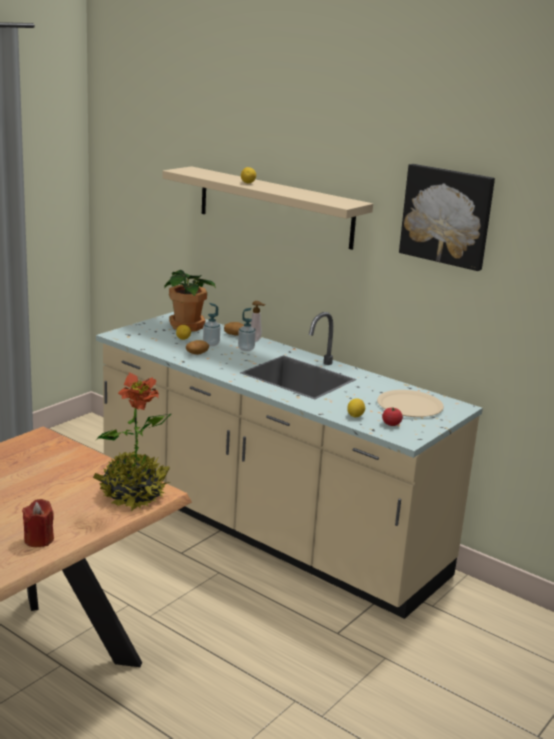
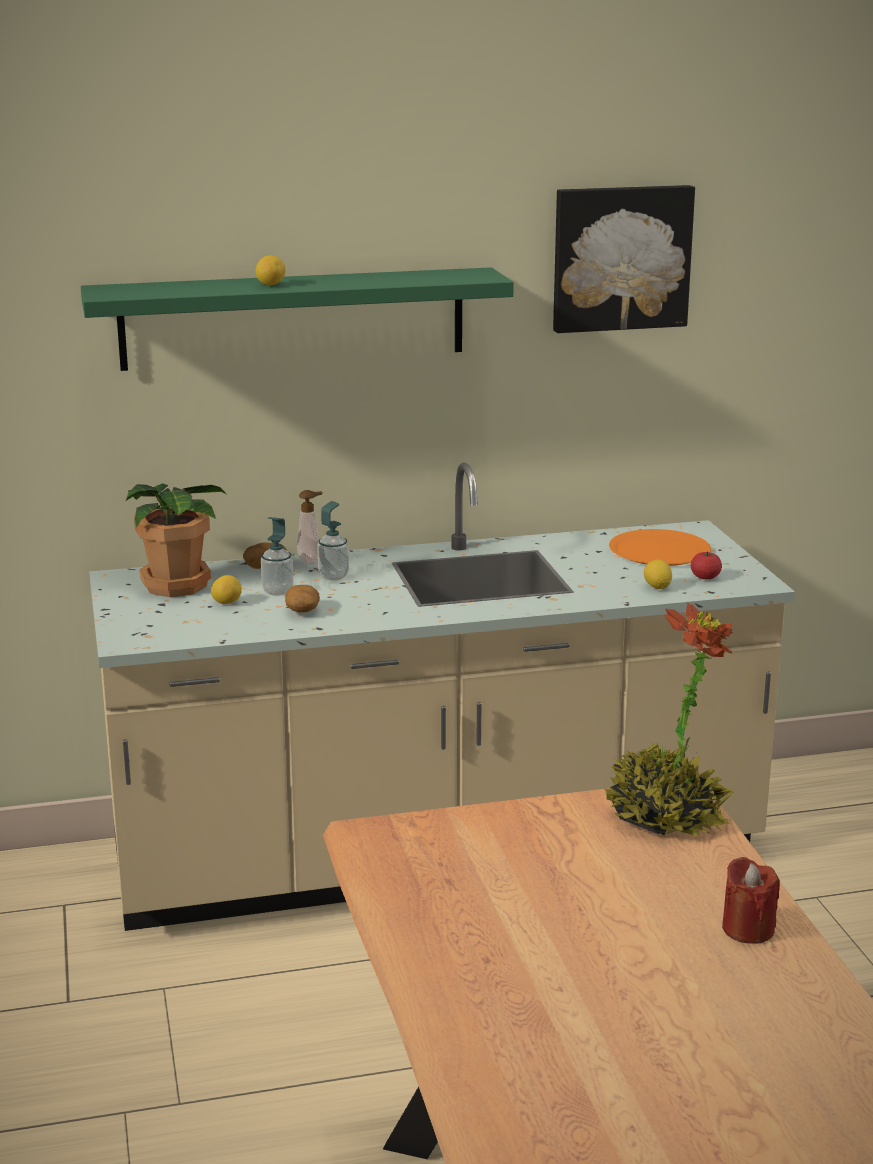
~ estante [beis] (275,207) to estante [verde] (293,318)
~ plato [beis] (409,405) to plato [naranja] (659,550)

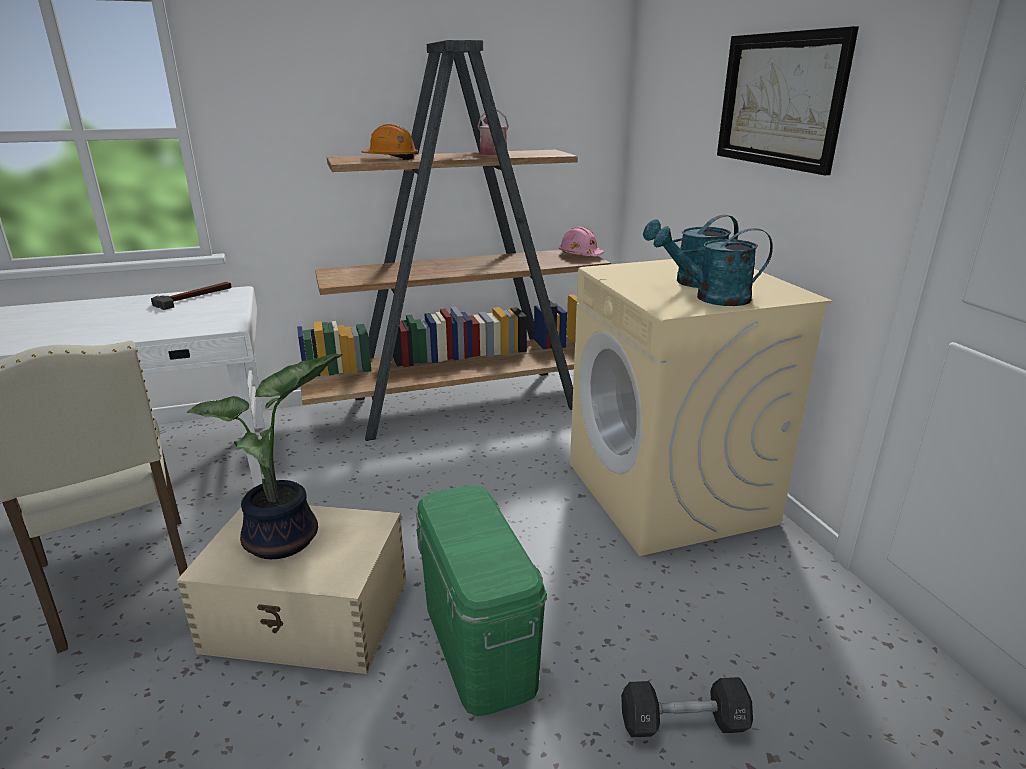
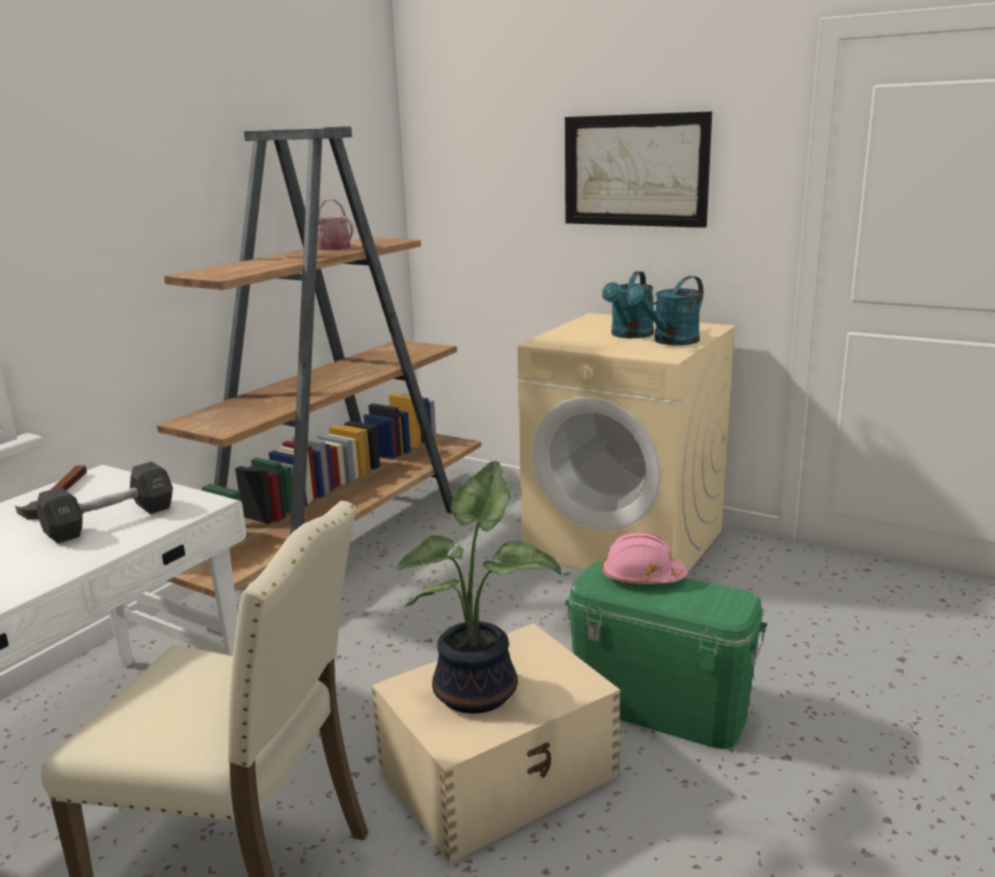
- casco [naranja] (391,158)
~ casco [rosa] (580,255) to (641,577)
~ mancuerna [negro] (683,723) to (111,521)

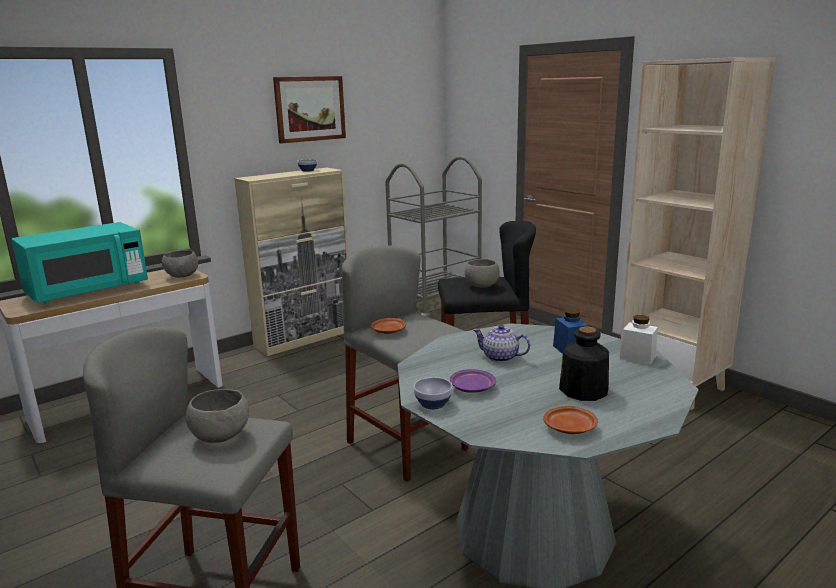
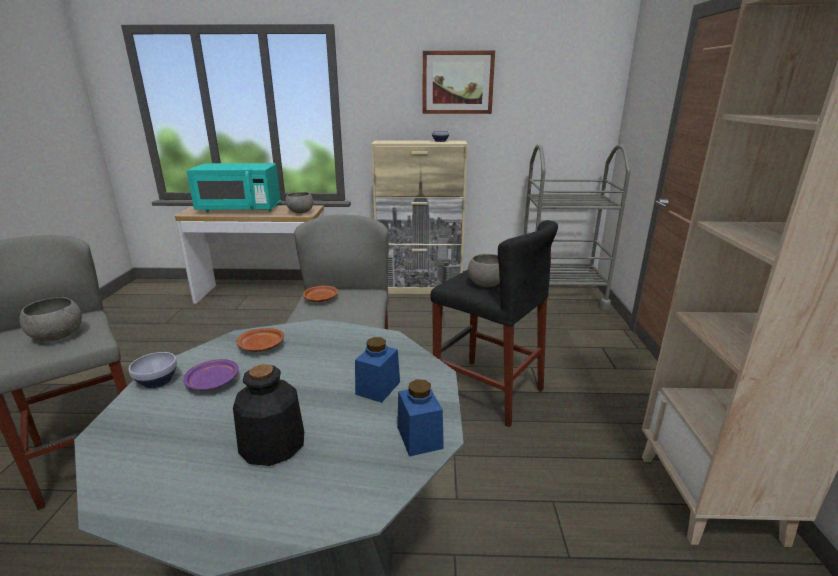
~ tarro [blanco] (637,357) to tarro [azul] (419,437)
- tetera (500,357)
~ plato [marrón] (570,428) to (262,347)

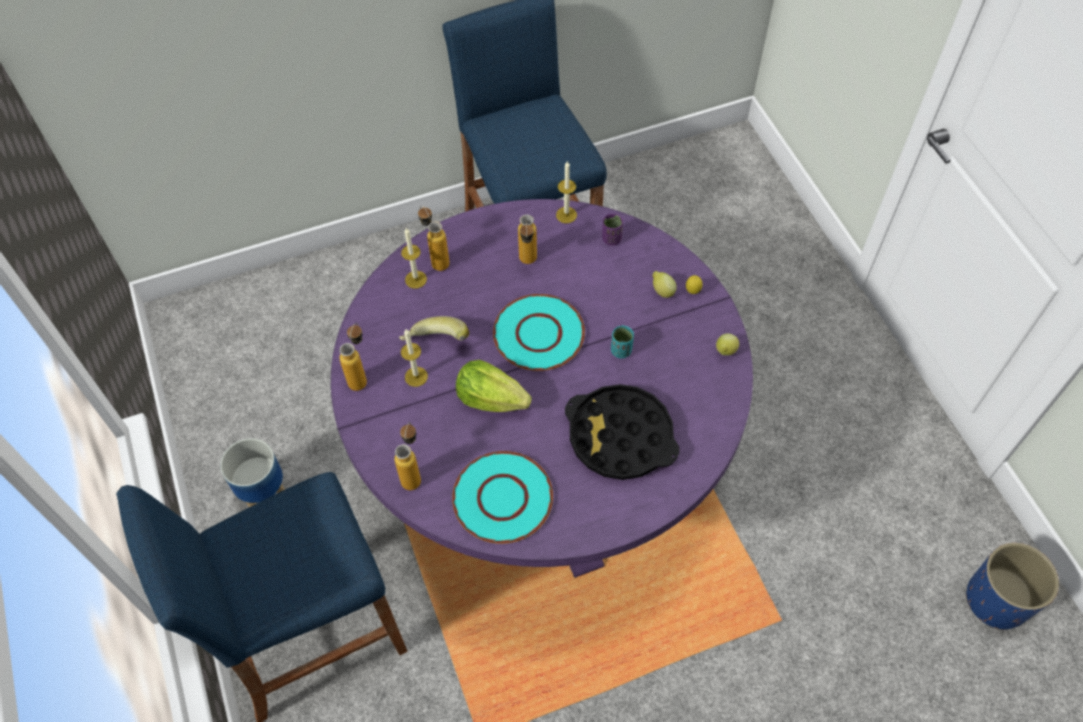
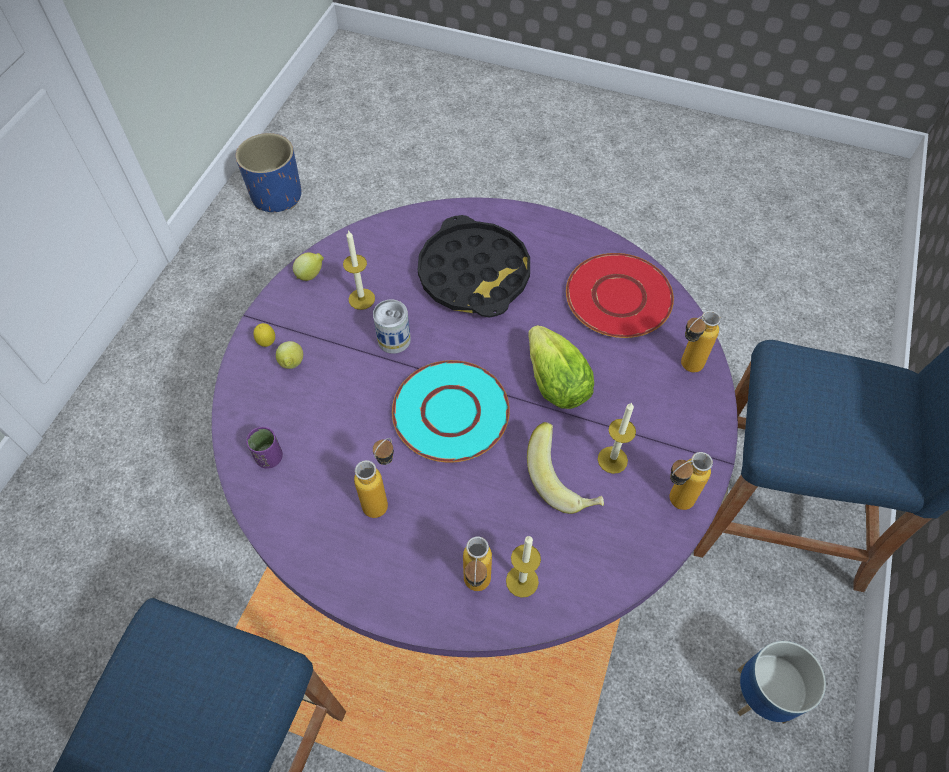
~ vela (566,215) to (361,299)
~ taza [turquesa] (621,351) to lata (394,339)
~ plato [turquesa] (502,498) to plato [rojo] (619,297)

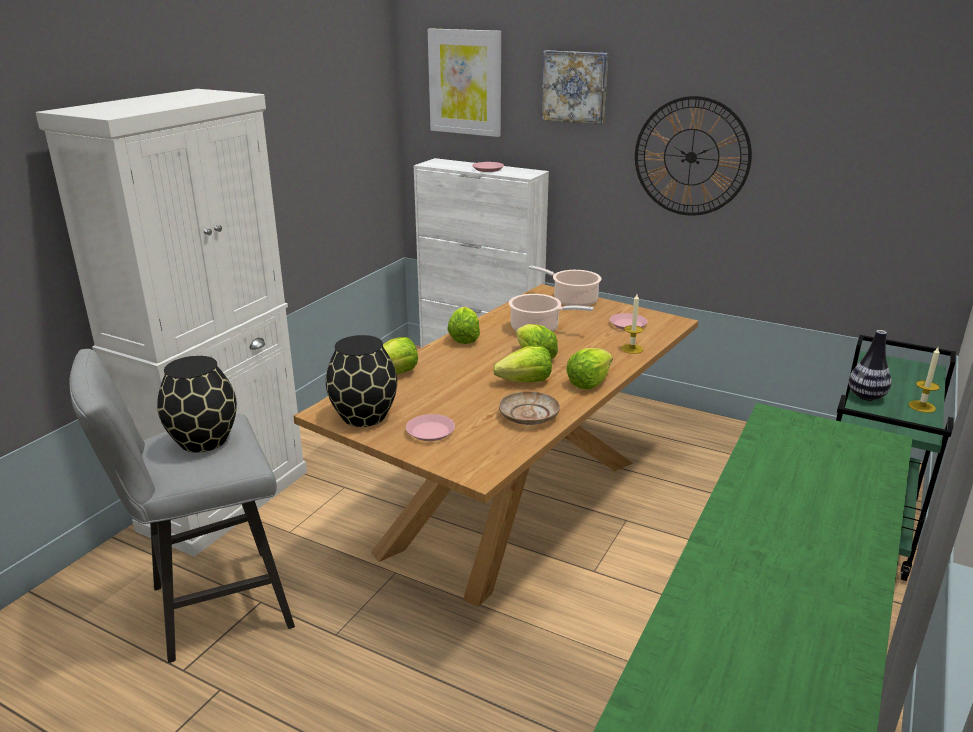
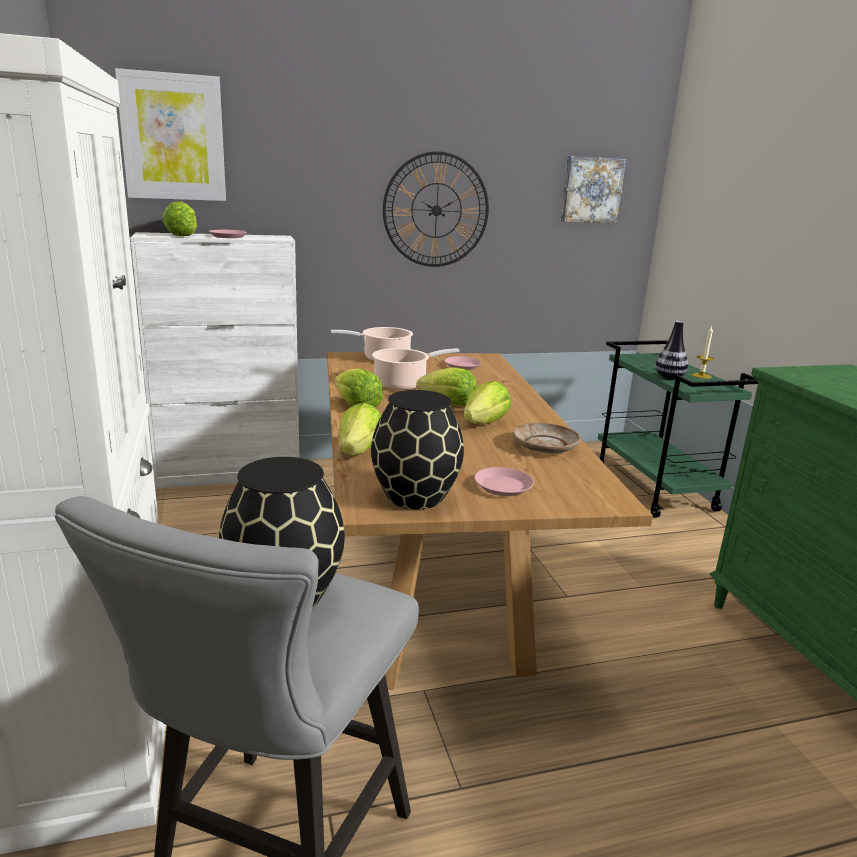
~ cuadro (575,86) to (591,190)
- vela (632,349)
~ lechuga (589,383) to (183,235)

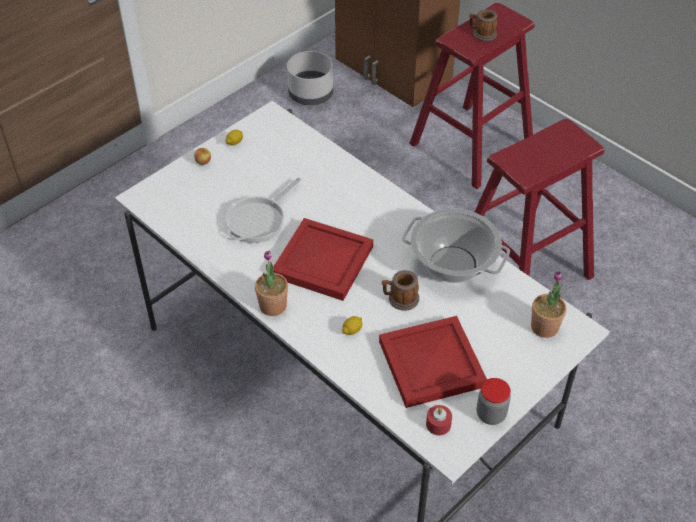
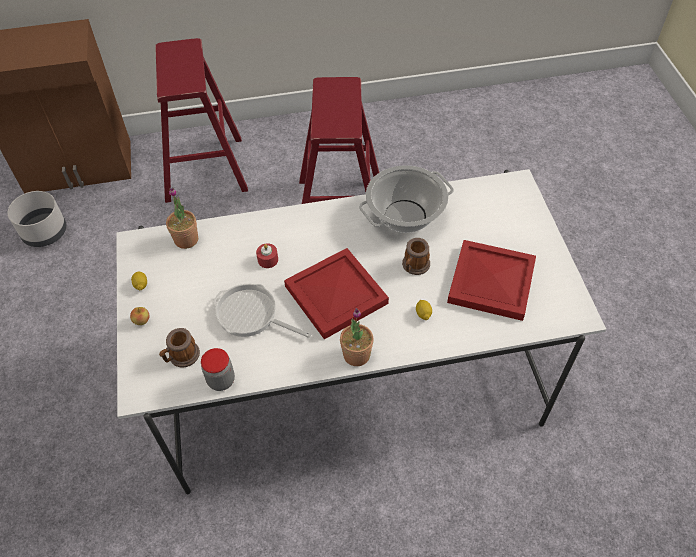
~ taza grande (482,34) to (181,357)
~ sartén (259,220) = (251,315) 135 degrees clockwise
~ planta en maceta (544,327) to (186,239)
~ tarro (491,414) to (221,380)
~ vela [rojo] (438,424) to (268,260)

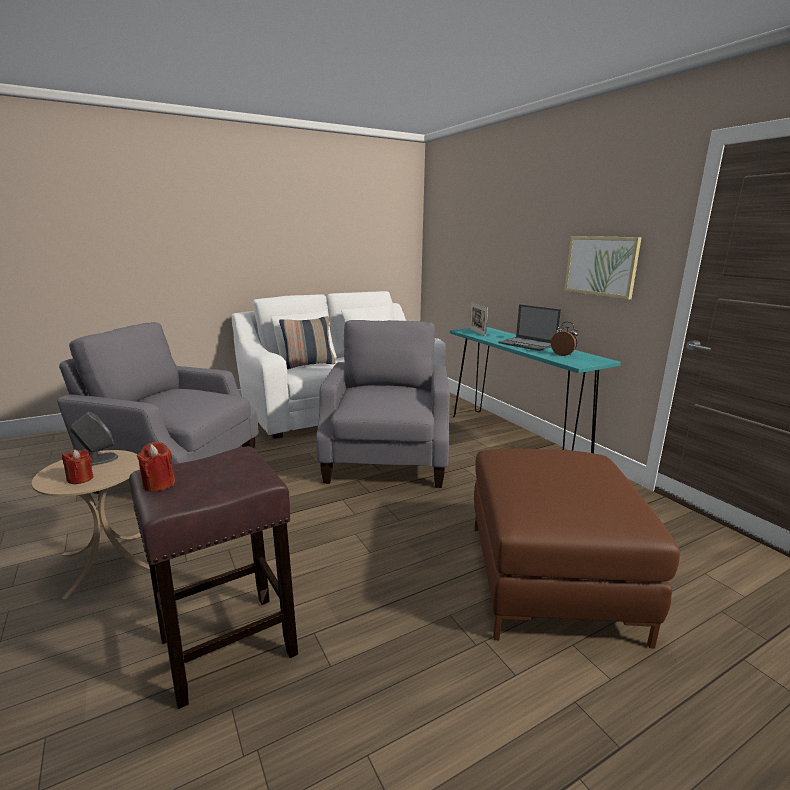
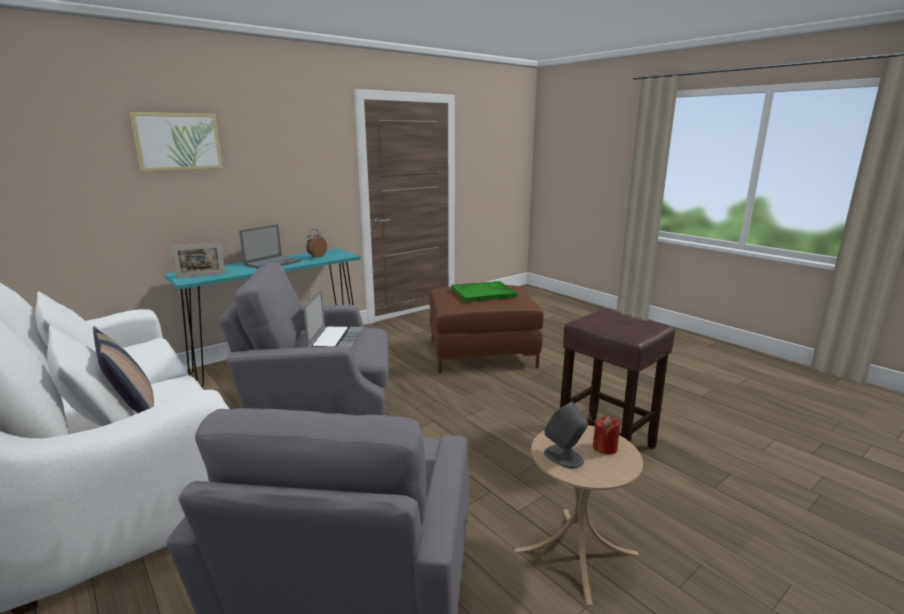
~ cuadro (601,266) to (178,141)
- vela [rojo] (159,484)
+ bandeja [verde] (483,293)
+ portátil (335,339)

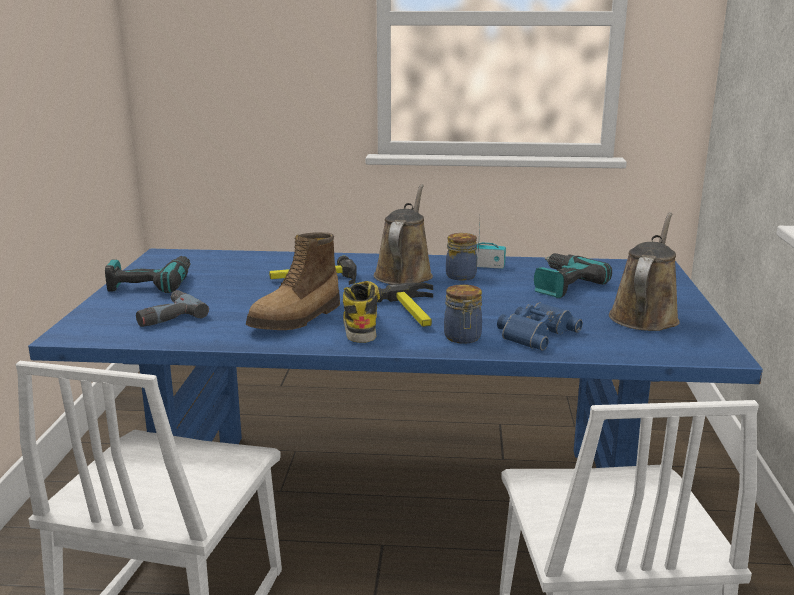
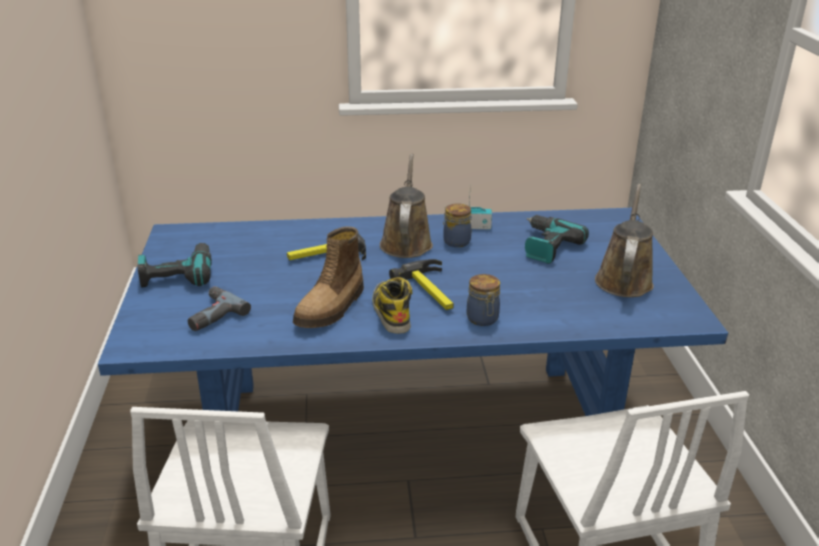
- prismáticos [azul] (534,333)

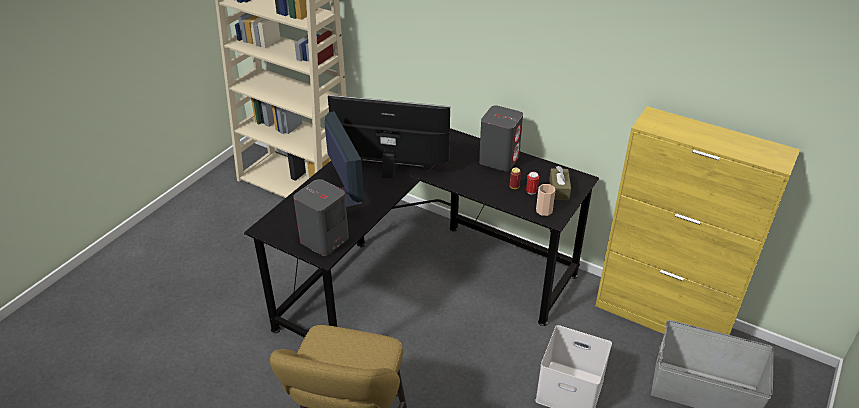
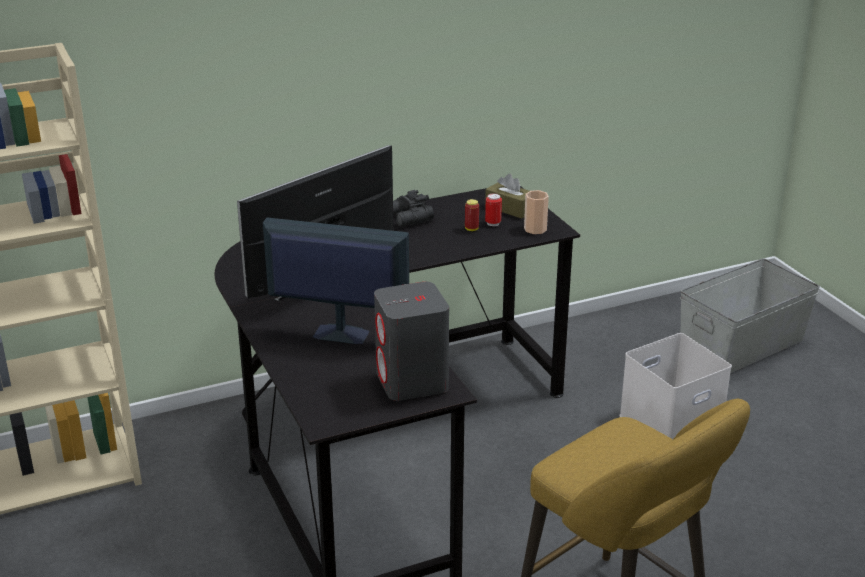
~ altavoz [gris] (499,159) to prismáticos [negro] (408,218)
- armario [amarillo] (663,318)

